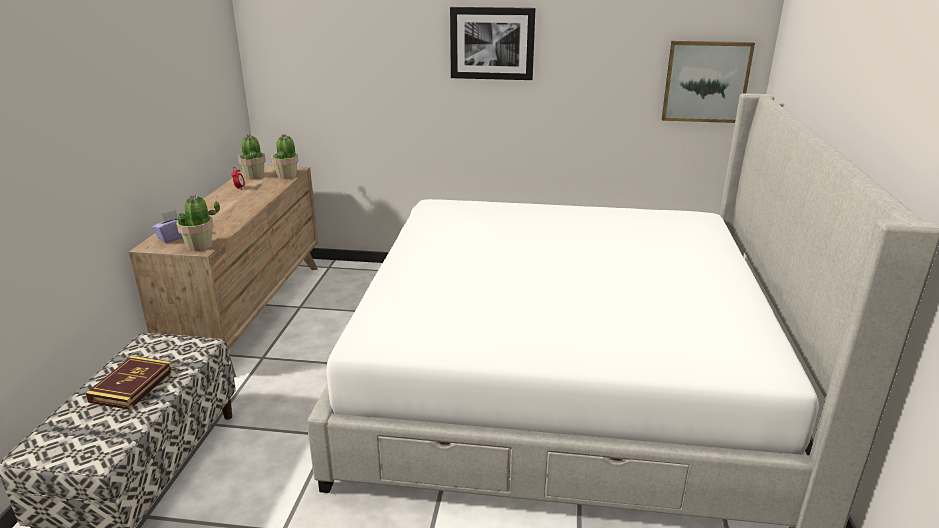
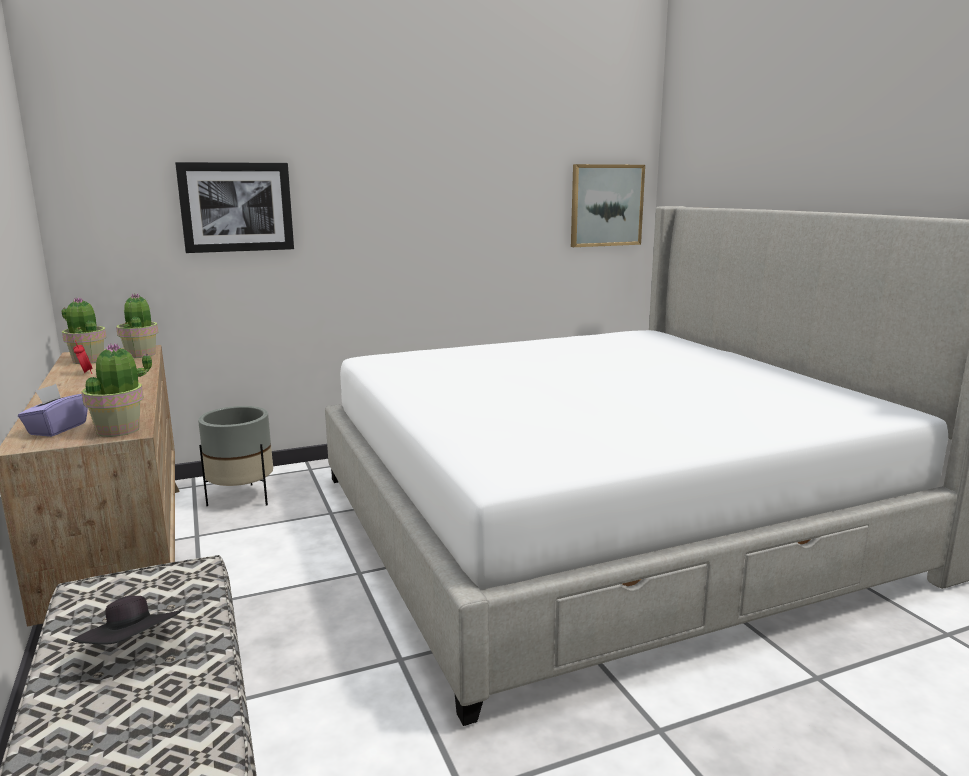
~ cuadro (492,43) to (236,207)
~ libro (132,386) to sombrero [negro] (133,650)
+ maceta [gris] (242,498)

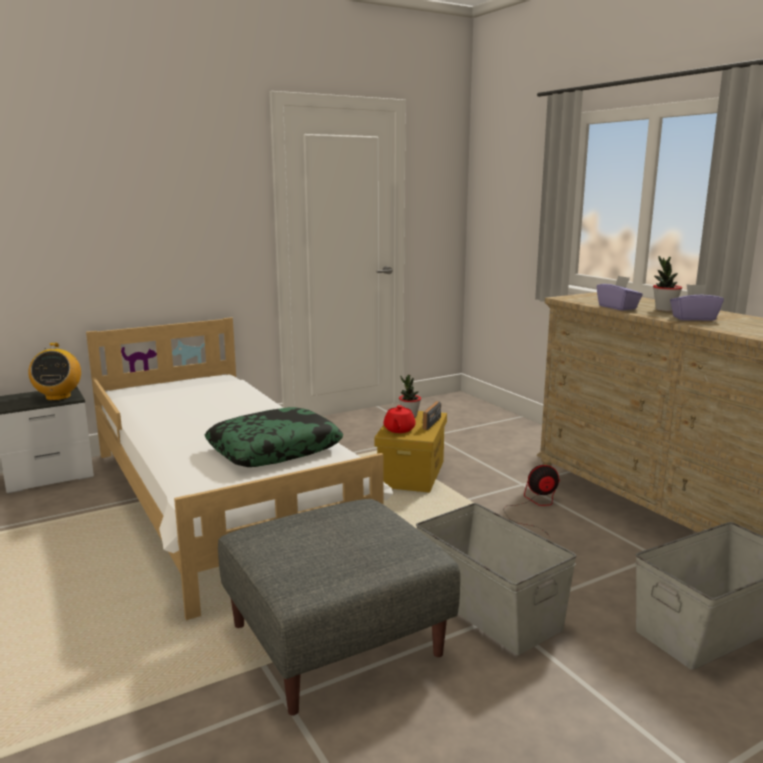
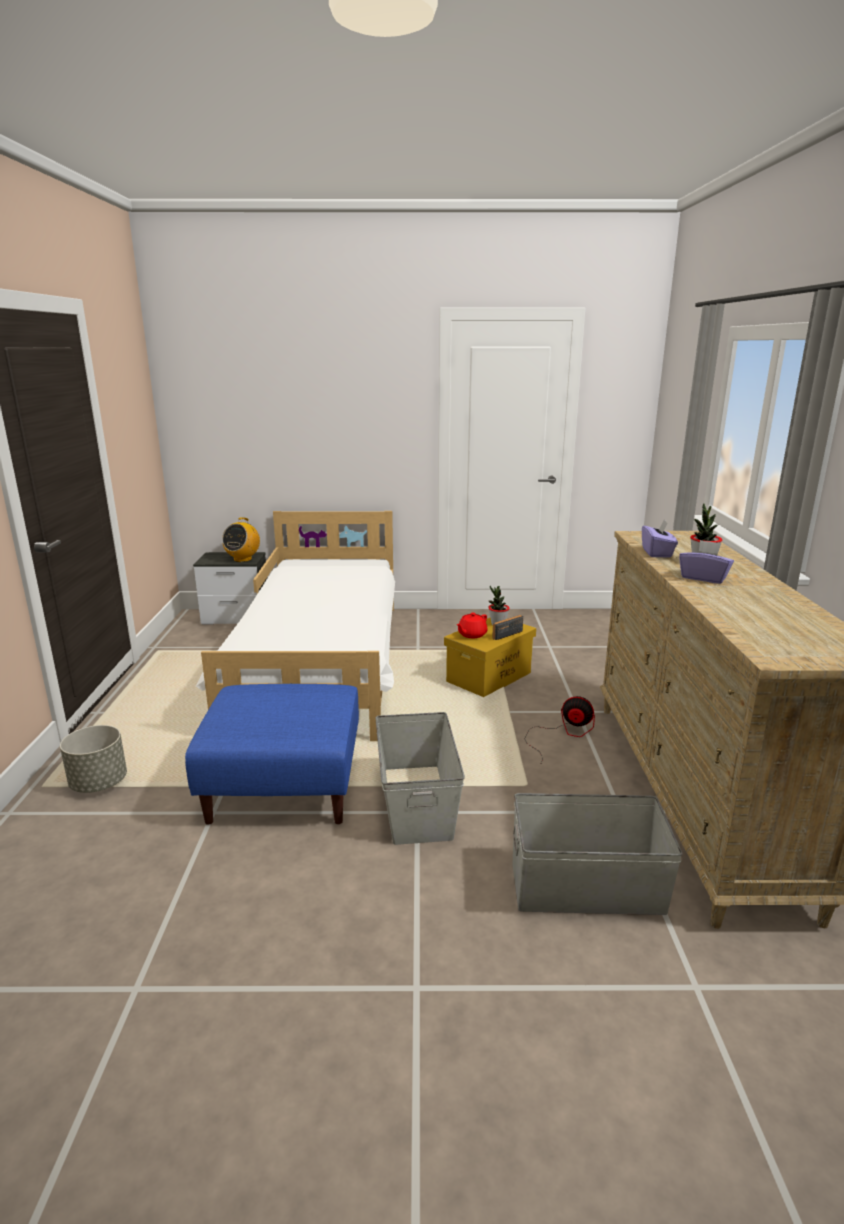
- cojín (274,449)
~ puf [gris] (335,639) to puf [azul] (285,786)
+ maceta [gris] (98,783)

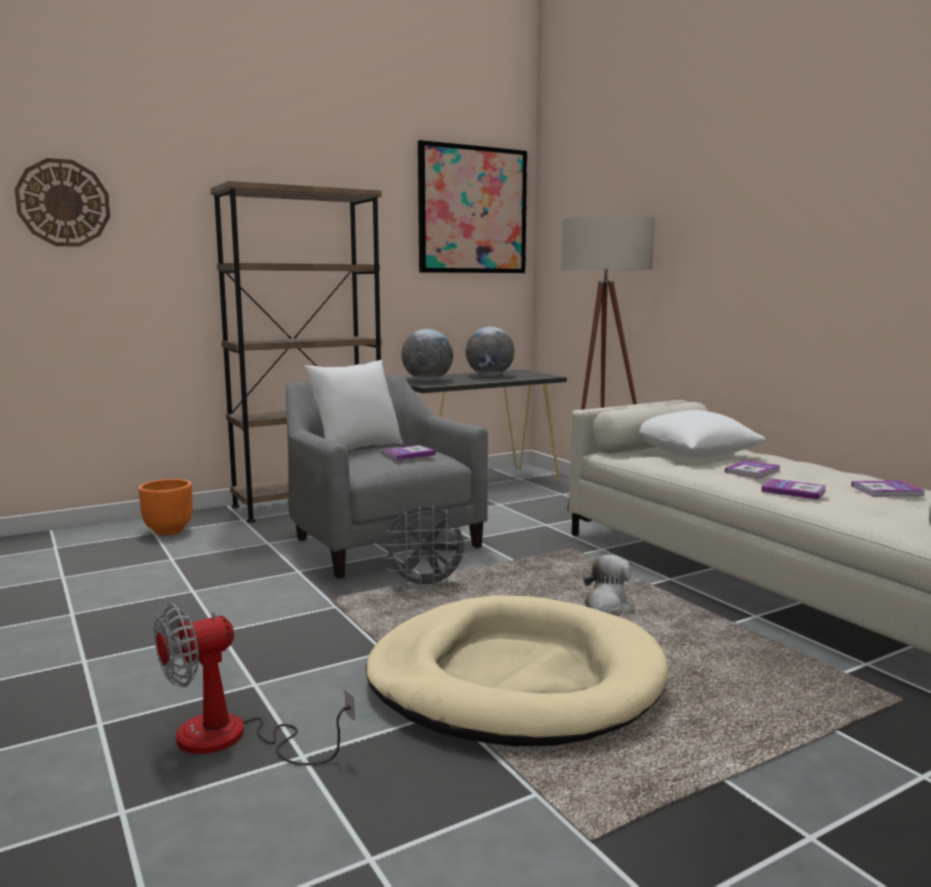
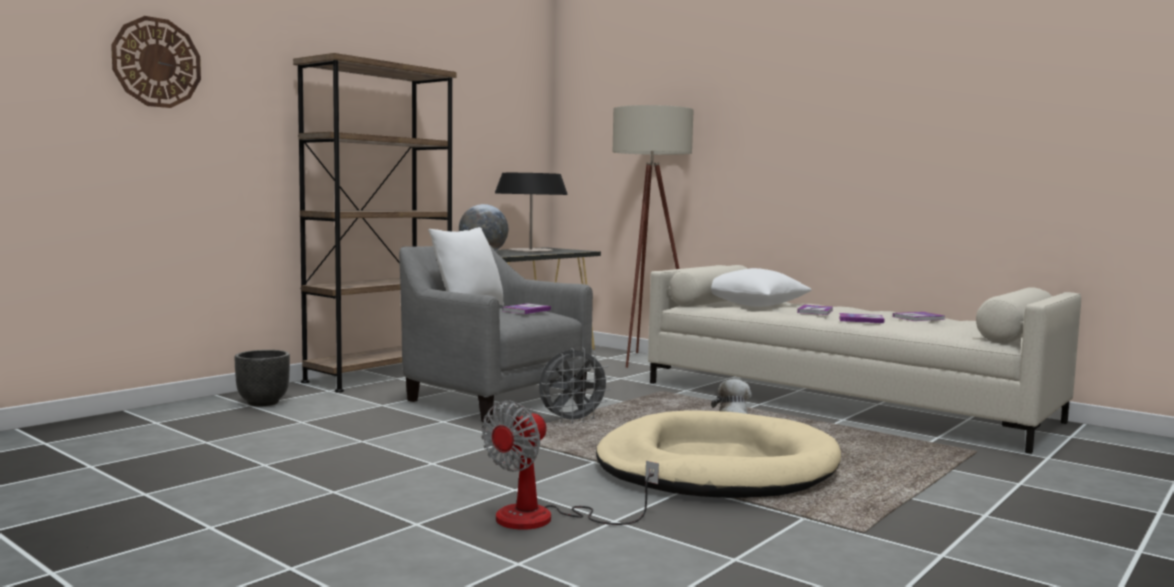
- cuadro (472,210)
~ globo terráqueo (489,375) to lámpara de mesa (530,250)
~ maceta [naranja] (168,531) to maceta [negro] (263,403)

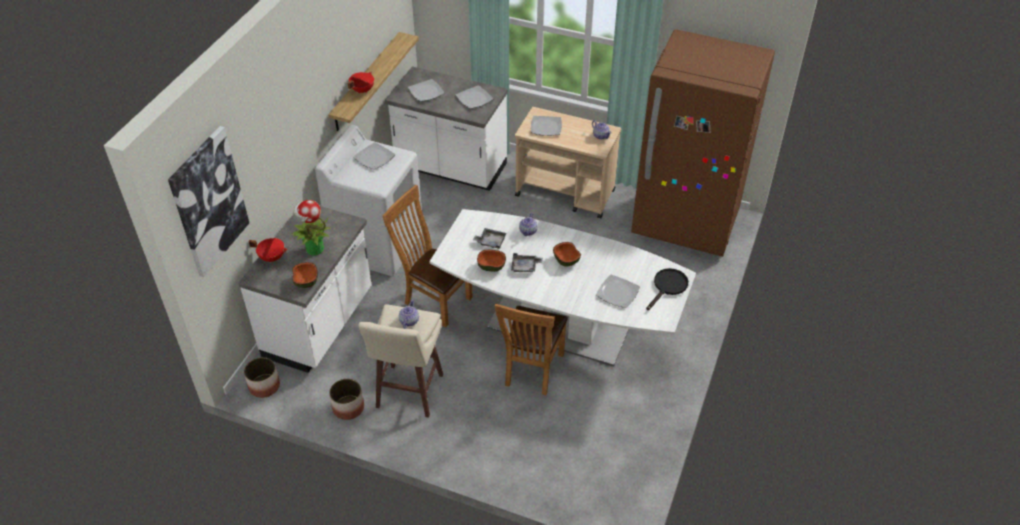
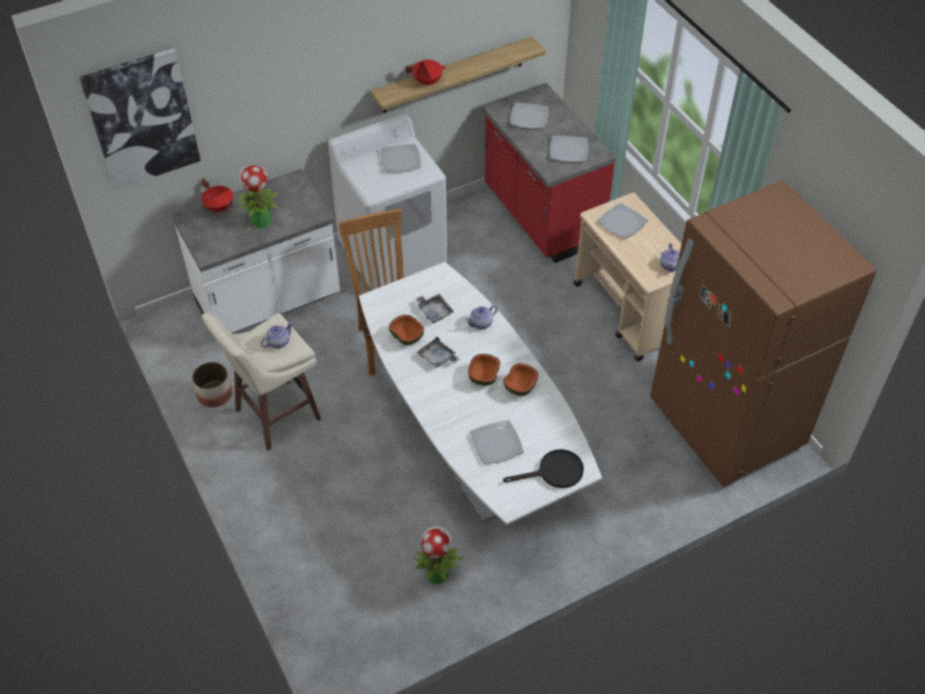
~ mueble bajo de cocina [blanco] (450,168) to mueble bajo de cocina [rojo] (540,217)
~ cuenco (306,281) to (520,386)
- silla [marrón] (531,372)
- maceta (264,386)
+ planta en maceta (437,573)

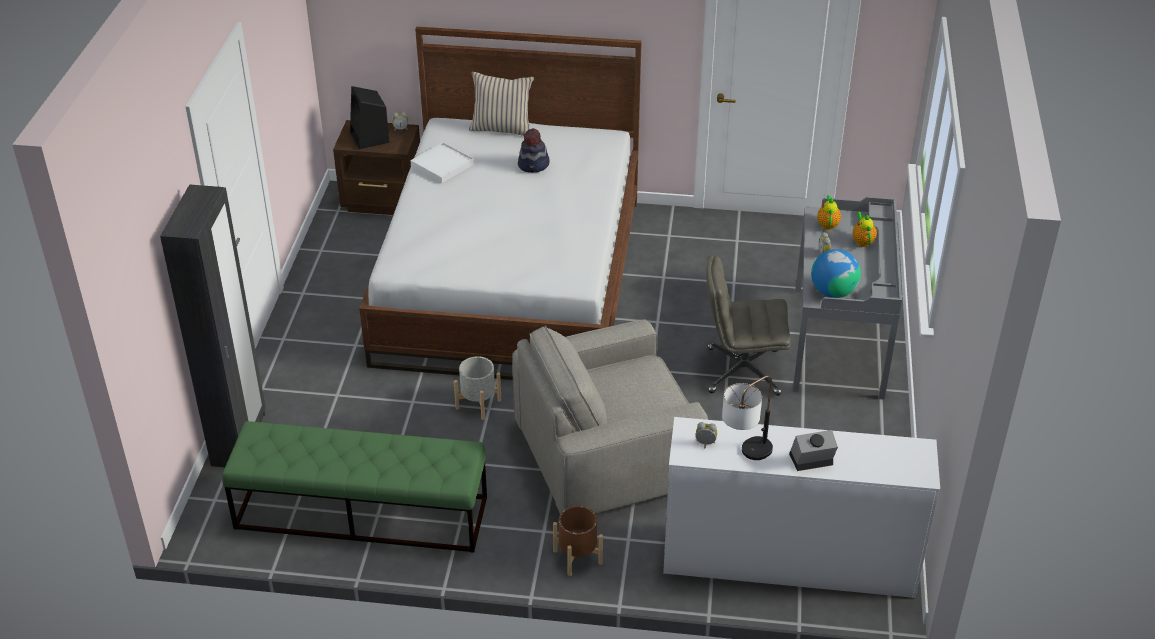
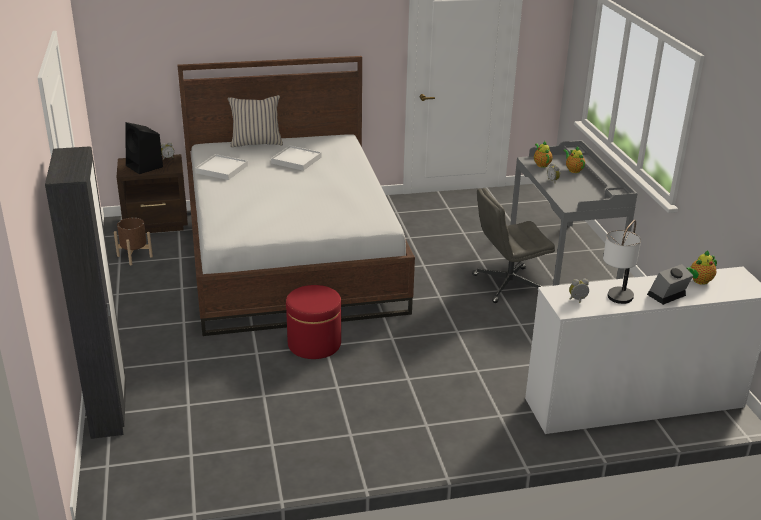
~ sombrero (534,165) to bandeja [blanco] (296,160)
- globo terráqueo (833,292)
- sillón [gris] (607,455)
~ maceta [gris] (478,404) to puf [rojo] (314,344)
- banco [verde] (360,513)
~ maceta [marrón] (577,557) to (134,256)
+ tetera (699,281)

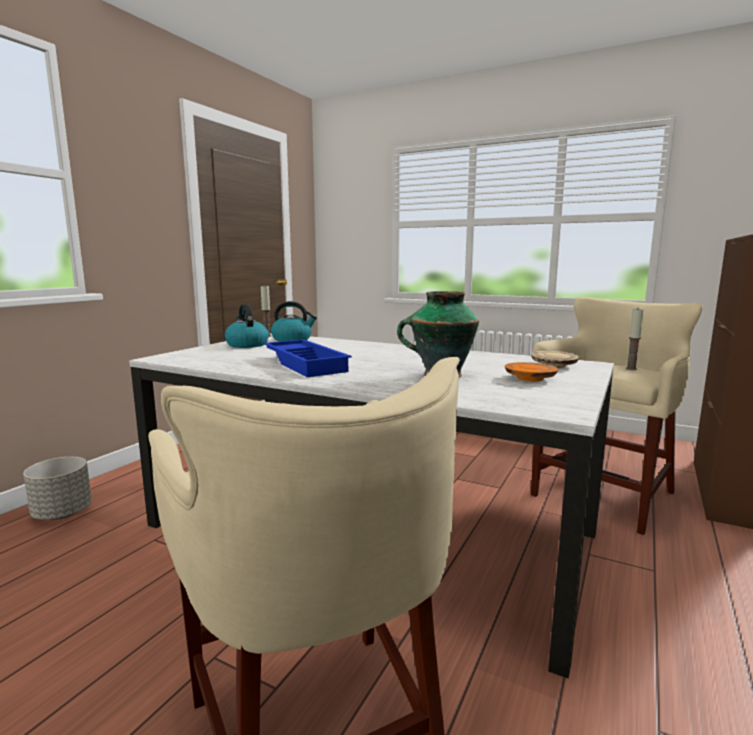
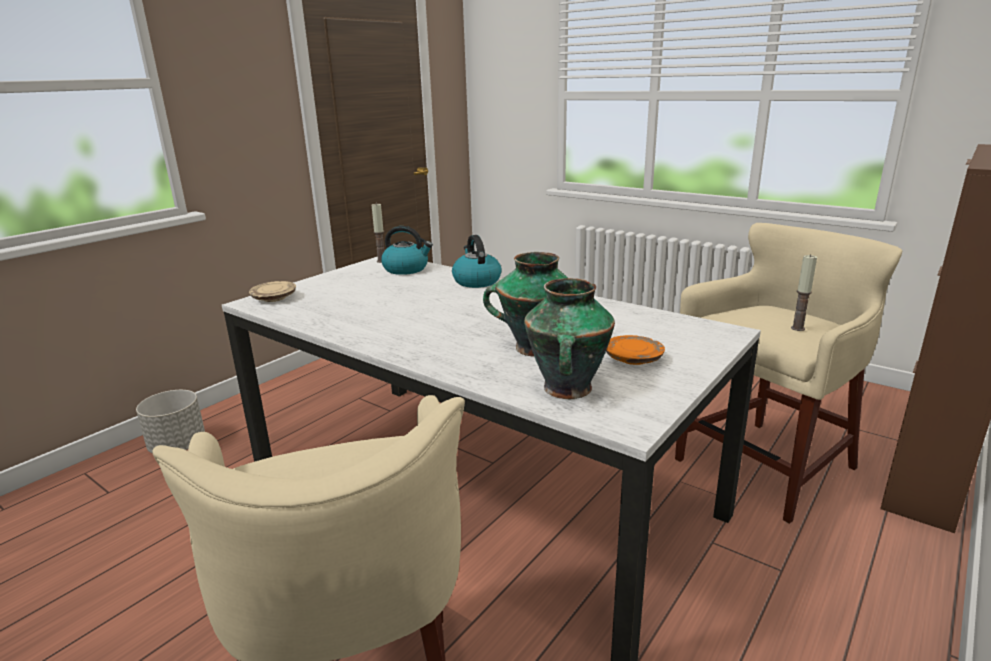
~ hervidor (246,345) to (476,281)
- bandeja [azul] (307,364)
~ plato [beis] (554,365) to (274,298)
+ florero (567,389)

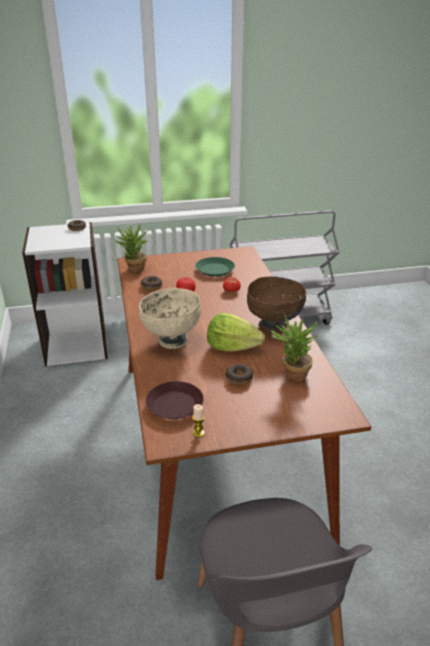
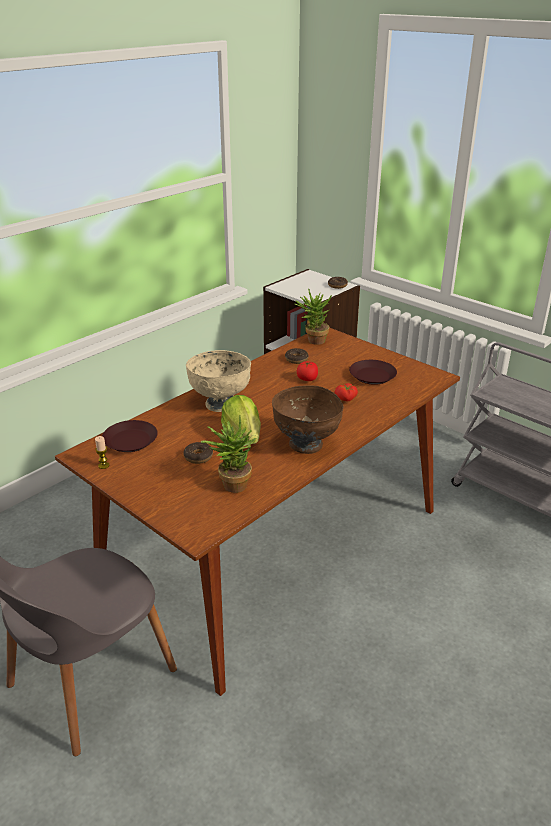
~ plato [verde] (214,270) to plato [marrón] (372,376)

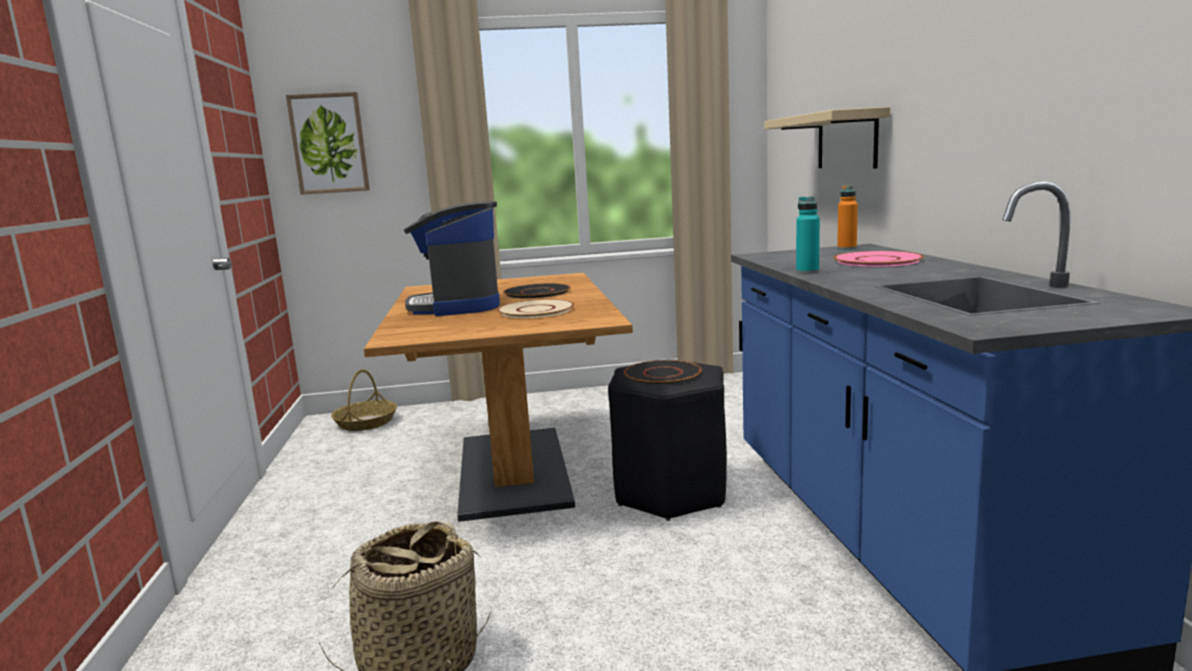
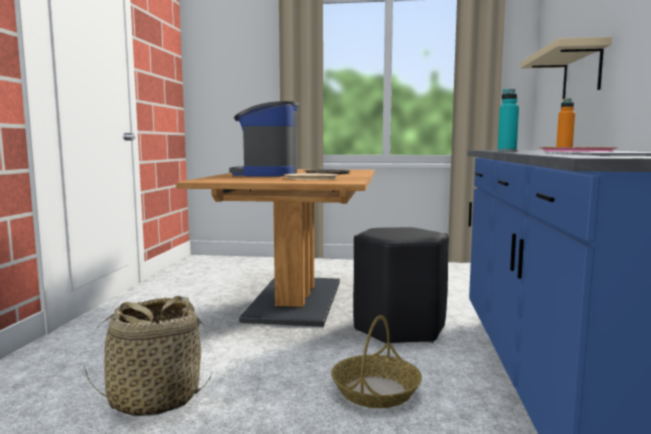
- cuadro (329,143)
- plato [negro] (662,374)
~ cesta (366,422) to (375,391)

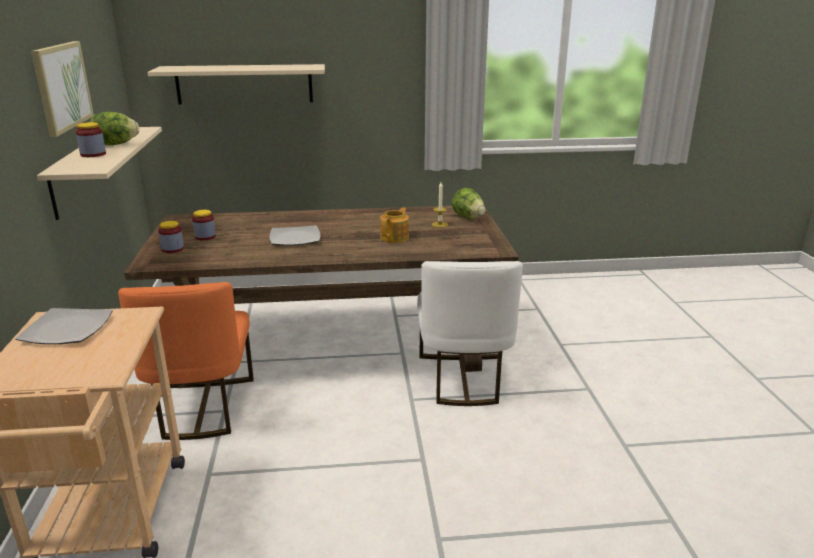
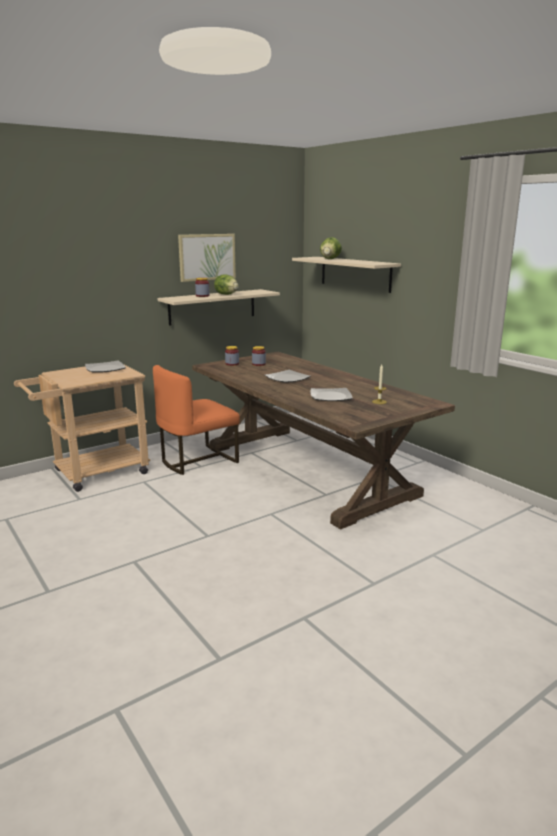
~ lechuga (468,218) to (330,259)
~ tetera (395,237) to plato (330,396)
- silla [blanco] (463,379)

